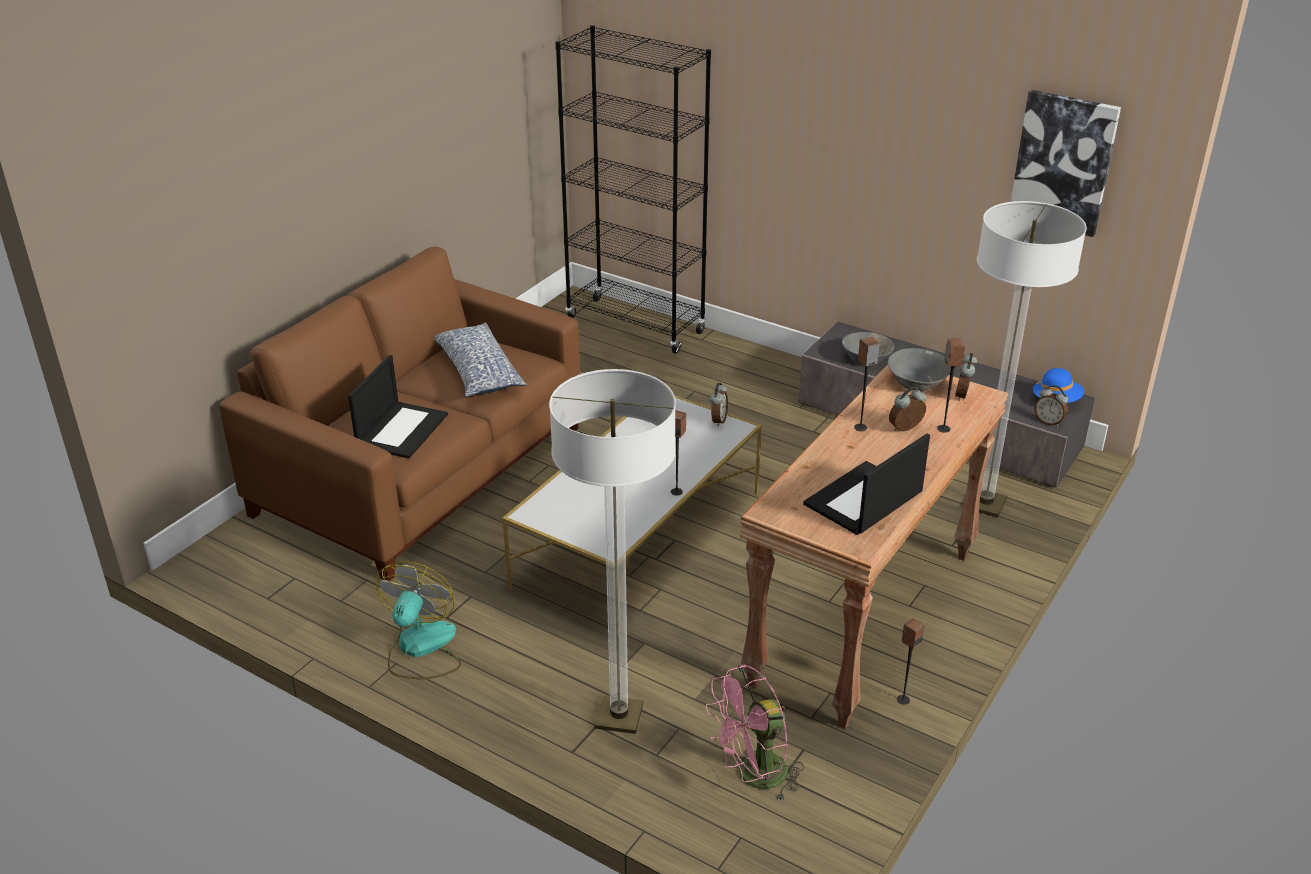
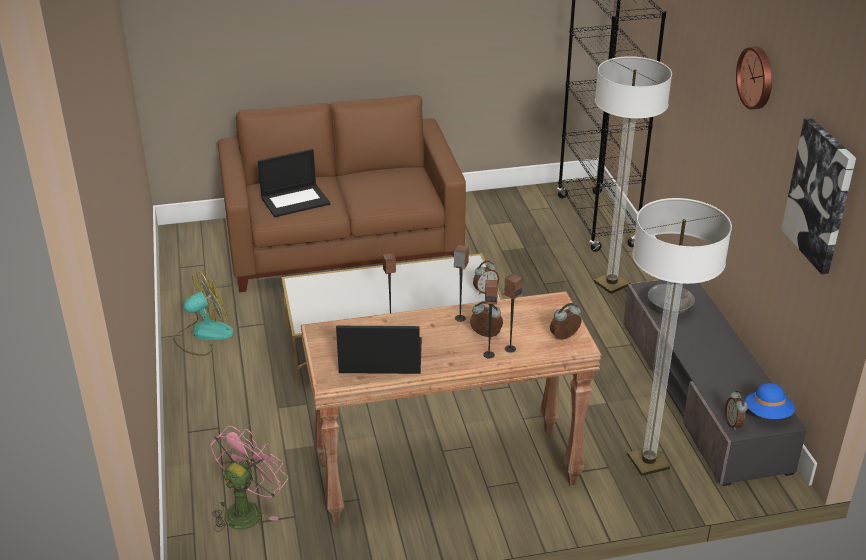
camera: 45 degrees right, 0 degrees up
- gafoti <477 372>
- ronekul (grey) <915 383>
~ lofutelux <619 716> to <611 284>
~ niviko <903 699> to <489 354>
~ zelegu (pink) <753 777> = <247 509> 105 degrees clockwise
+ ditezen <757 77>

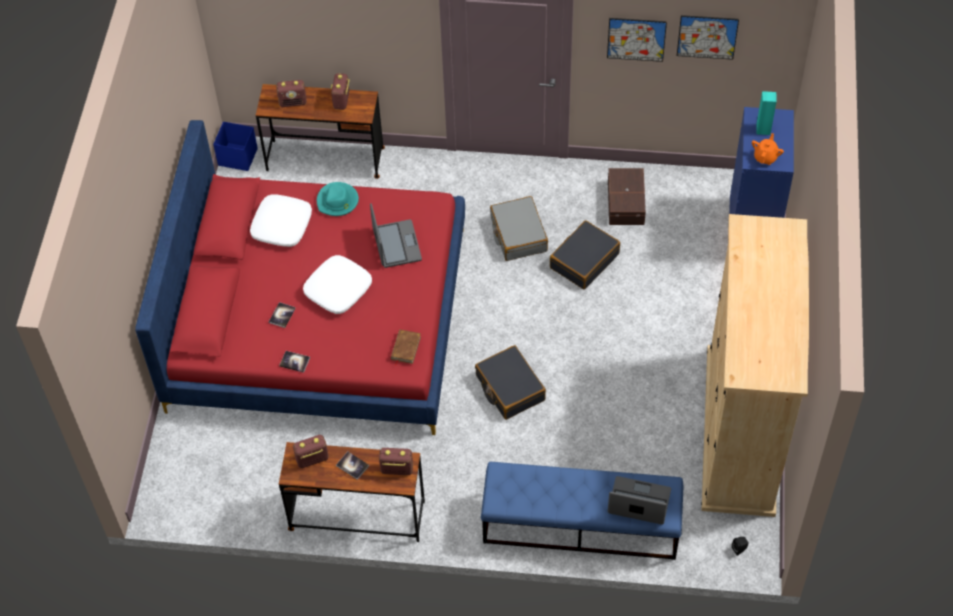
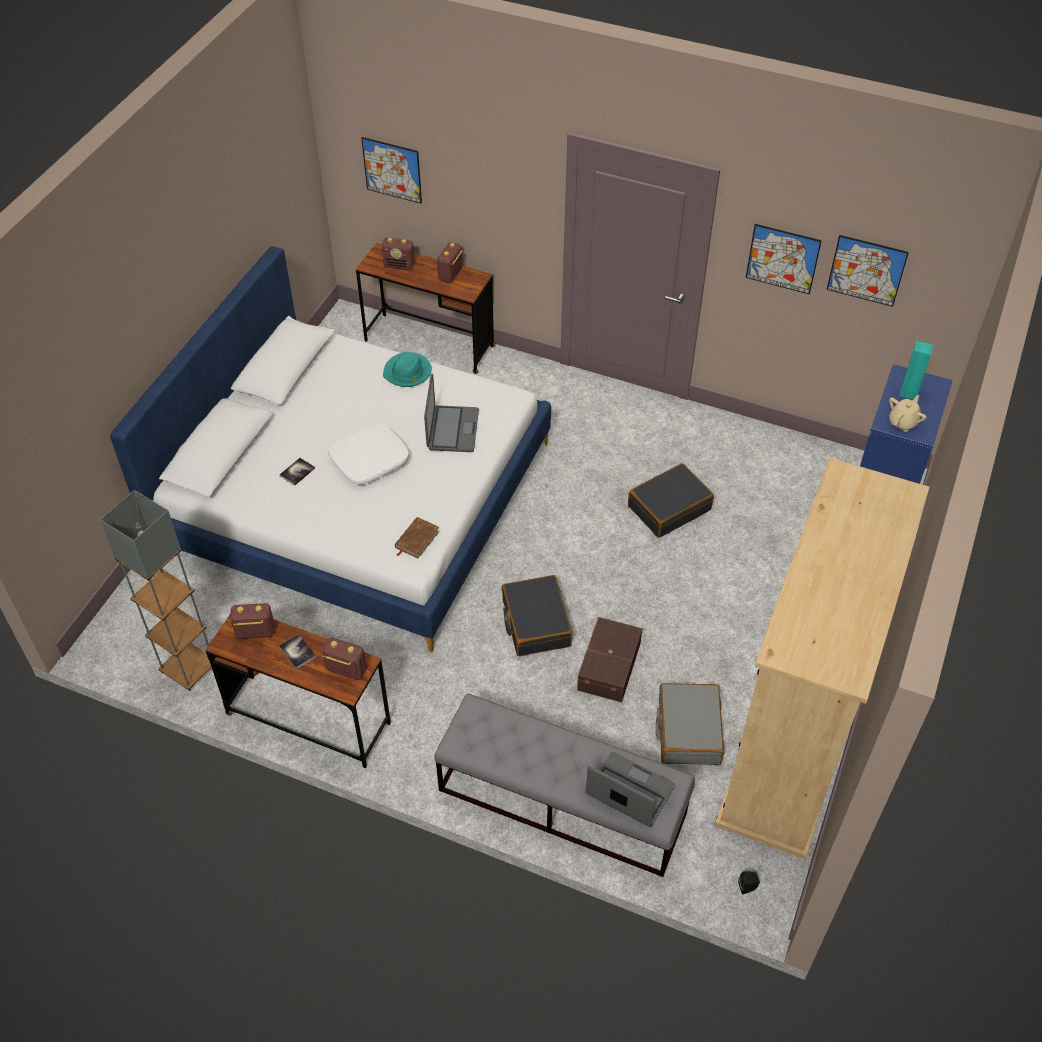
camera: 15 degrees right, 5 degrees down
~ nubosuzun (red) <319 317> to nubosuzun (white) <356 496>
- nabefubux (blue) <237 157>
~ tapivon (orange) <765 157> to tapivon (beige) <903 422>
~ nabefubux (brown) <626 202> to <610 666>
- gafoti (white) <281 225>
~ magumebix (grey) <518 235> to <688 731>
- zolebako <294 362>
~ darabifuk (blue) <580 525> to darabifuk (grey) <561 801>
+ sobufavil <392 170>
+ lofutelux (grey) <189 669>

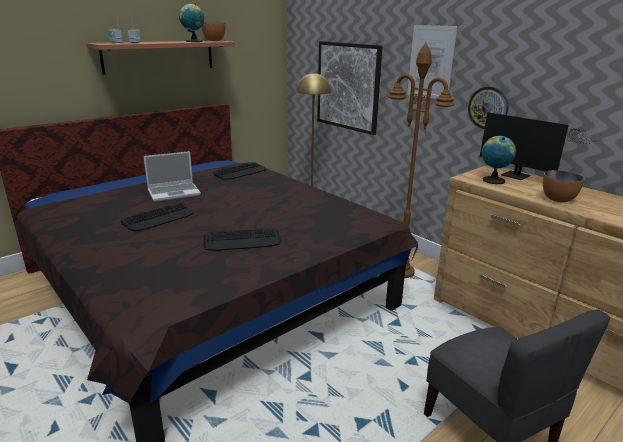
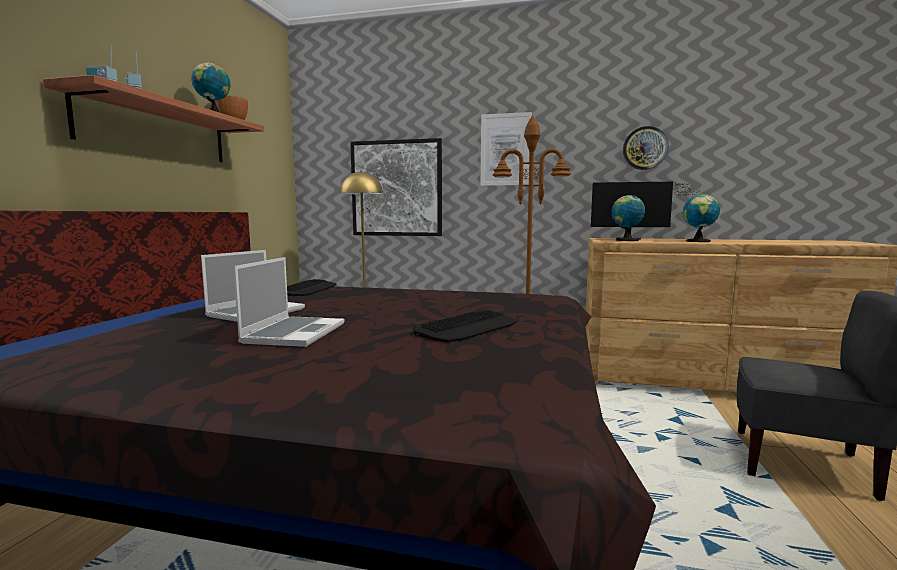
camera: 35 degrees left, 15 degrees down
~ ditezen <488 107> to <645 148>
~ ronekul <558 200> to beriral <699 241>
~ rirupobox <158 218> to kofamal <294 333>

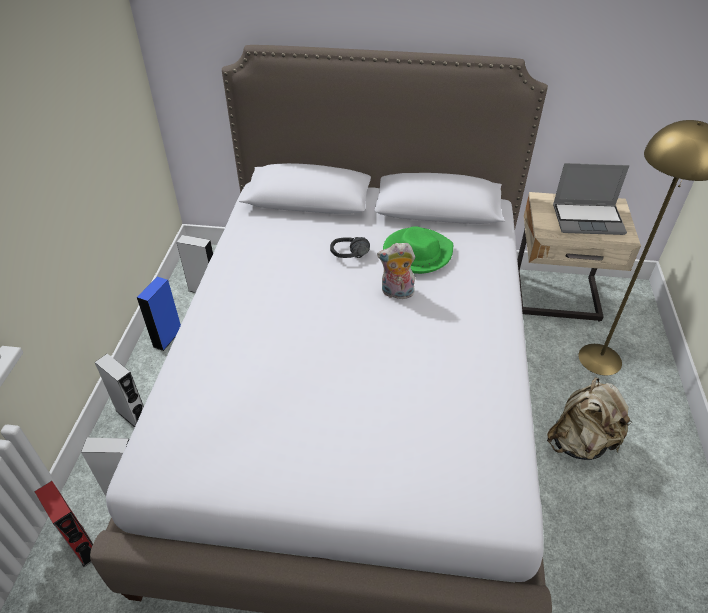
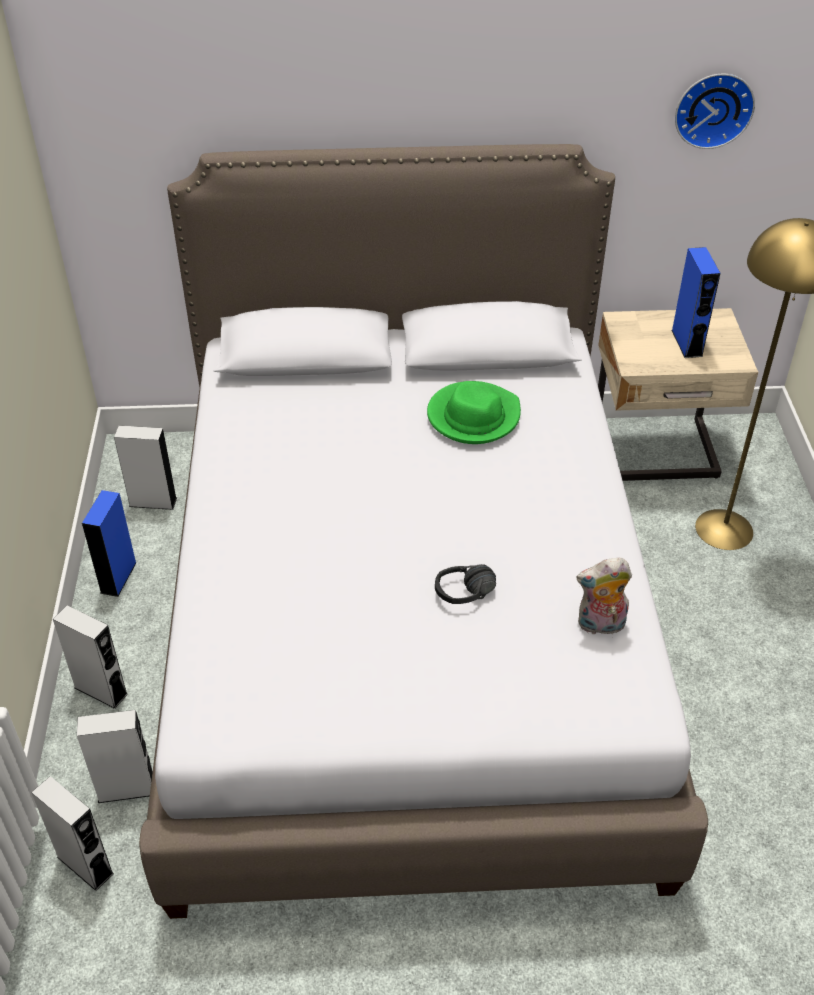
camera: 10 degrees left, 0 degrees up
~ kofamal <588 219> to niviko (blue) <687 343>
~ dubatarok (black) <350 257> to <468 599>
~ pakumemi <396 293> to <600 625>
- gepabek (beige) <580 442>
~ niviko (red) <82 545> to niviko (grey) <85 865>
+ ditezen <713 108>

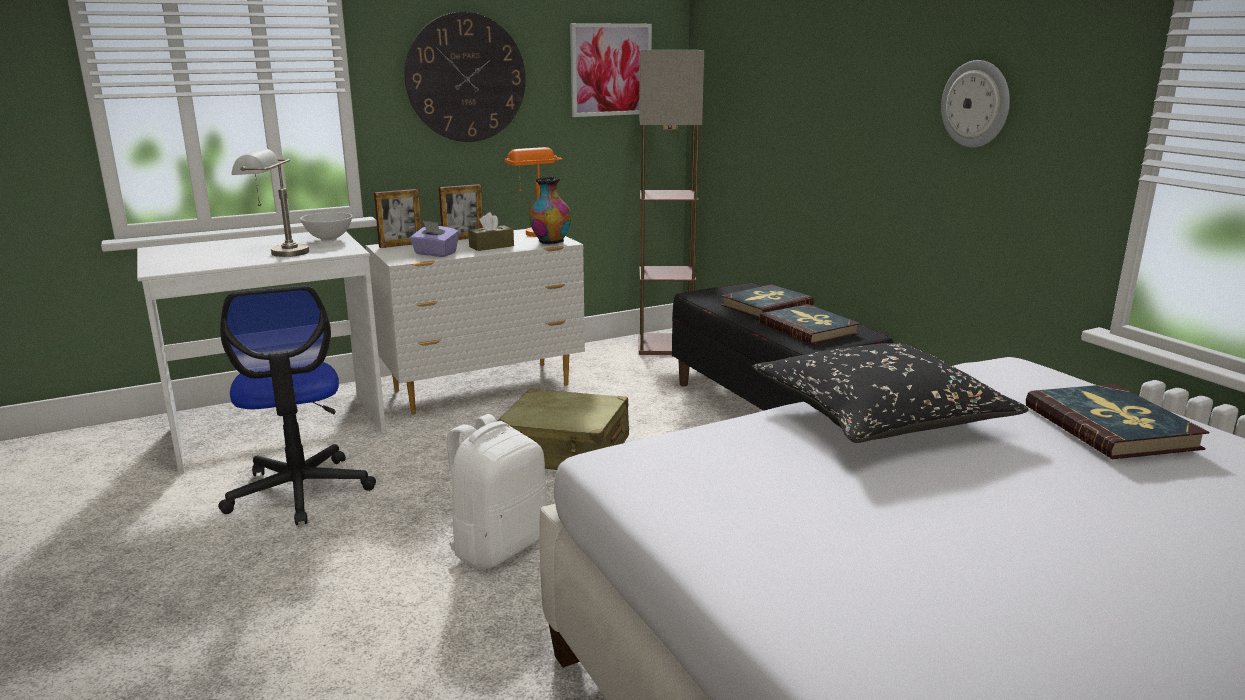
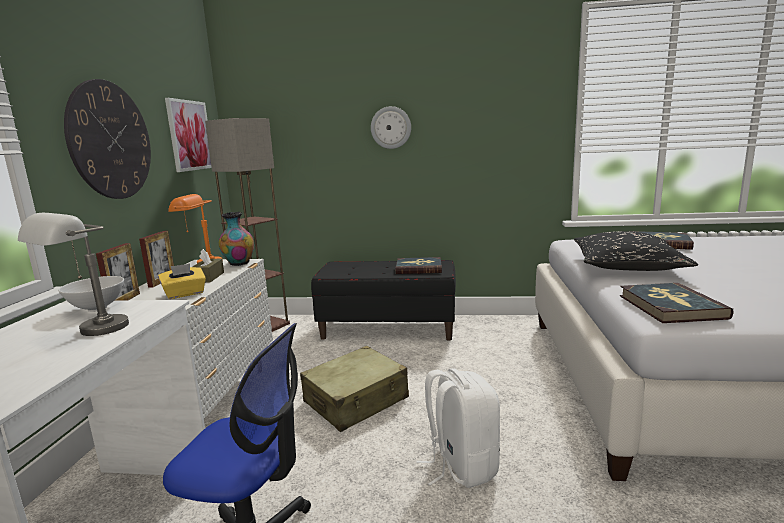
camera: 55 degrees left, 5 degrees down
~ ditezen <976 104> to <391 127>
~ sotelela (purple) <435 254> to sotelela (yellow) <185 294>
~ zolebako <766 306> to <670 306>

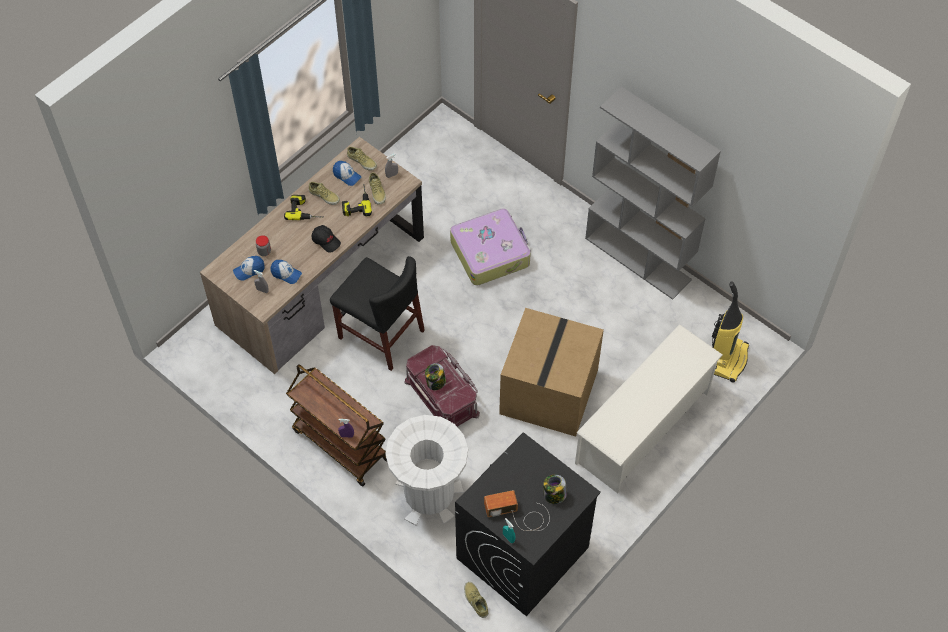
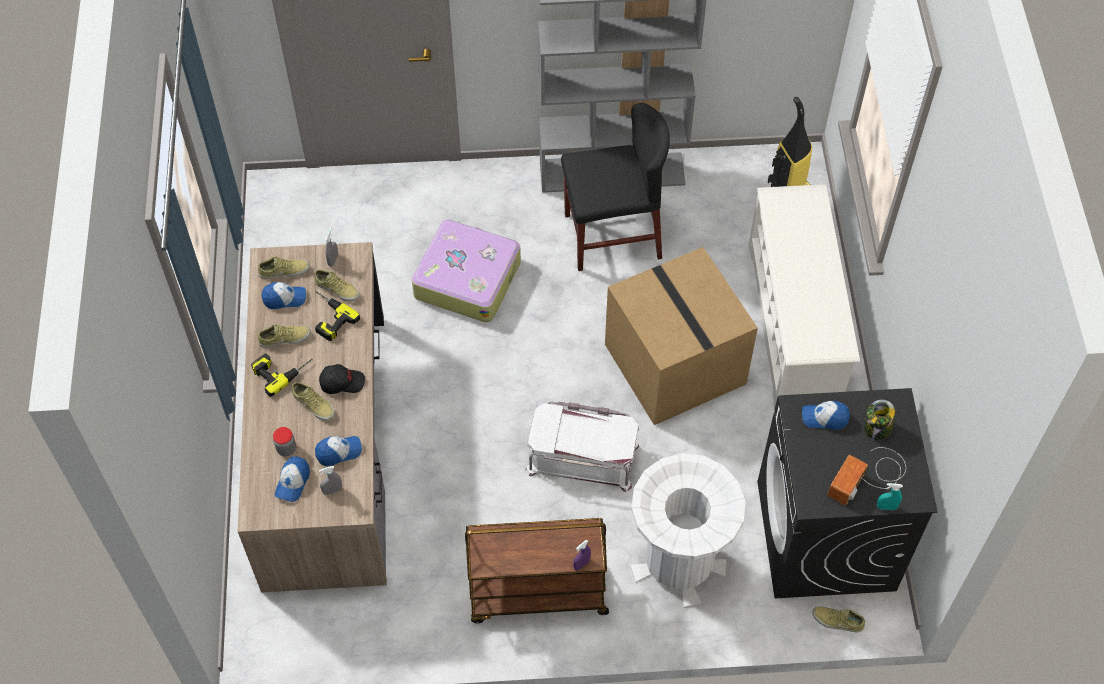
camera: 45 degrees left, 0 degrees up
~ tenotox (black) <381 334> to <612 236>
~ nabefubux (red) <442 397> to nabefubux (white) <582 456>
- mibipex <436 382>
+ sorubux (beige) <314 404>
+ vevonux <824 418>

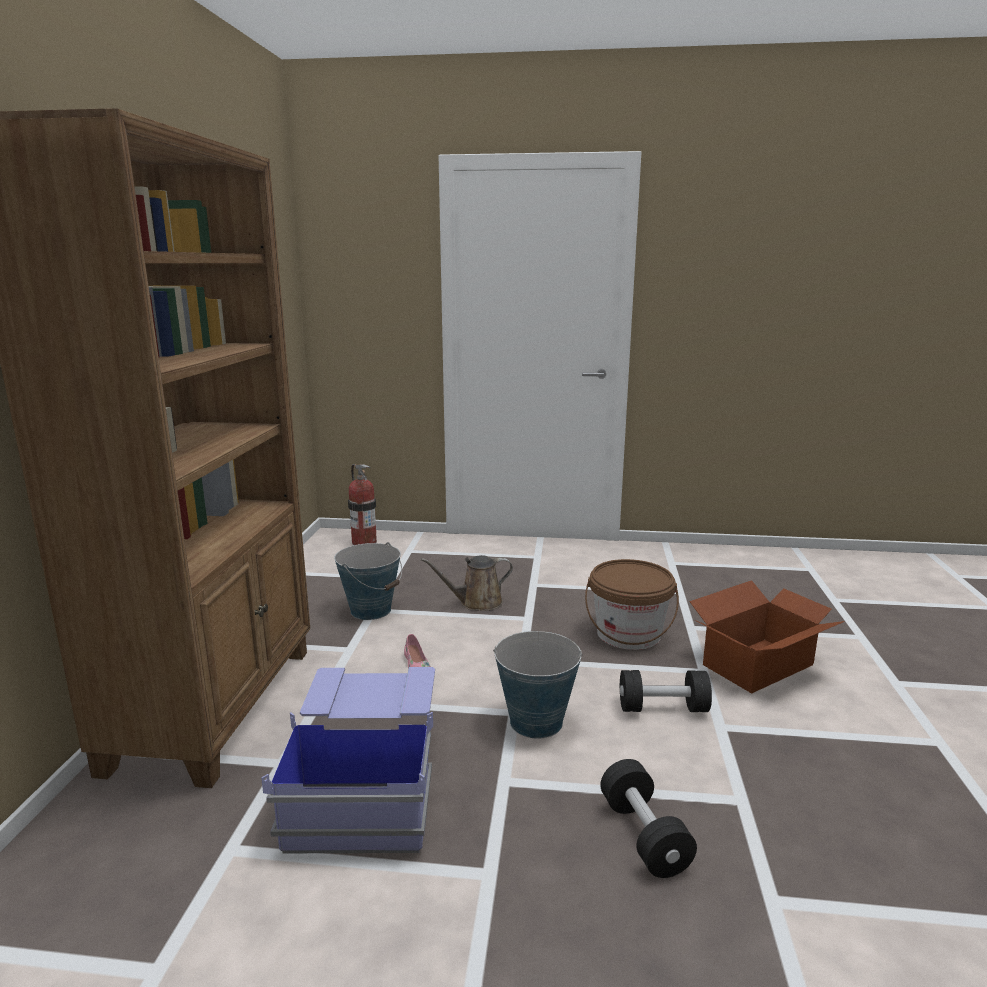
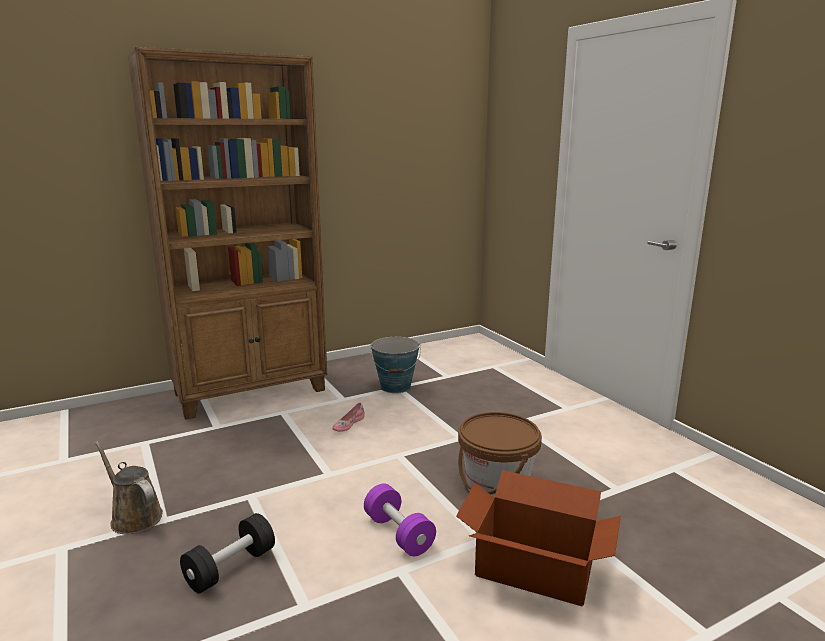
camera: 55 degrees right, 0 degrees up
- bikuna <364 542>
~ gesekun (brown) <476 602> to <134 517>
- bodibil <535 721>
- nabefubux (blue) <367 785>
~ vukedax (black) <663 708> to vukedax (purple) <398 533>

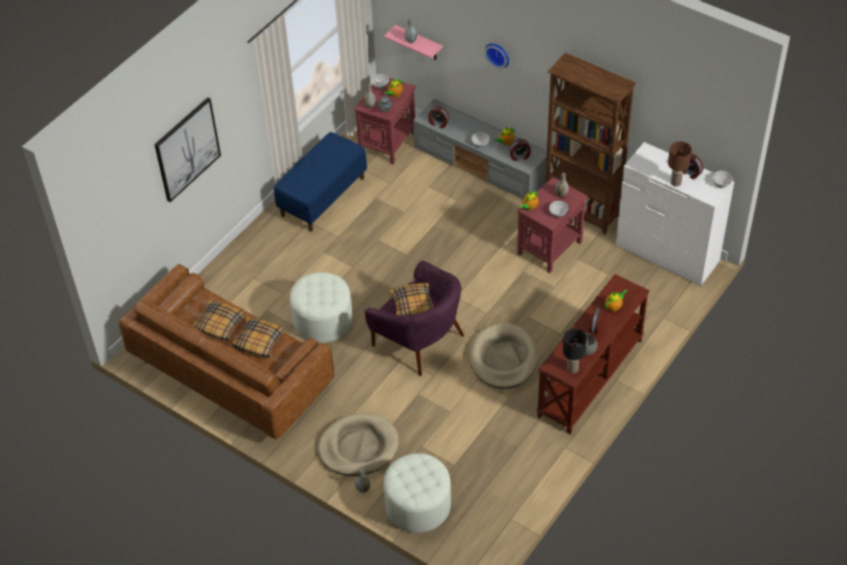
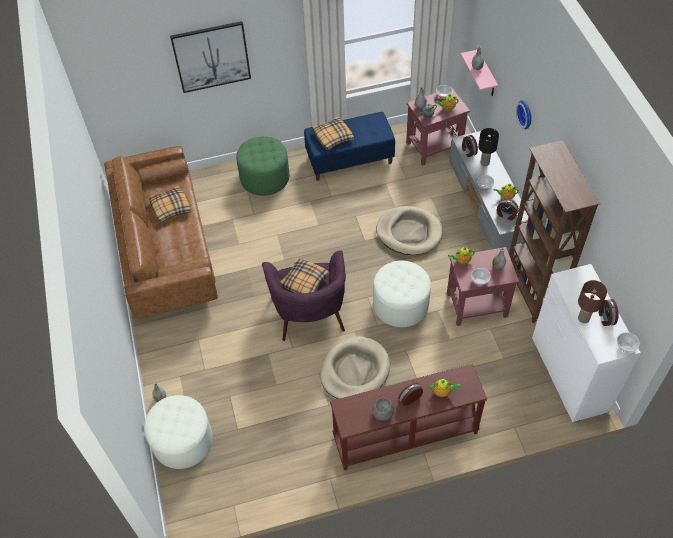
camera: 40 degrees right, 5 degrees up
~ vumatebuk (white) <323 320> to <400 304>
~ gafoti <258 341> to <332 137>
~ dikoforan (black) <572 369> to <484 162>
~ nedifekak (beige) <358 447> to <409 232>
+ vumatebuk (green) <265 177>

